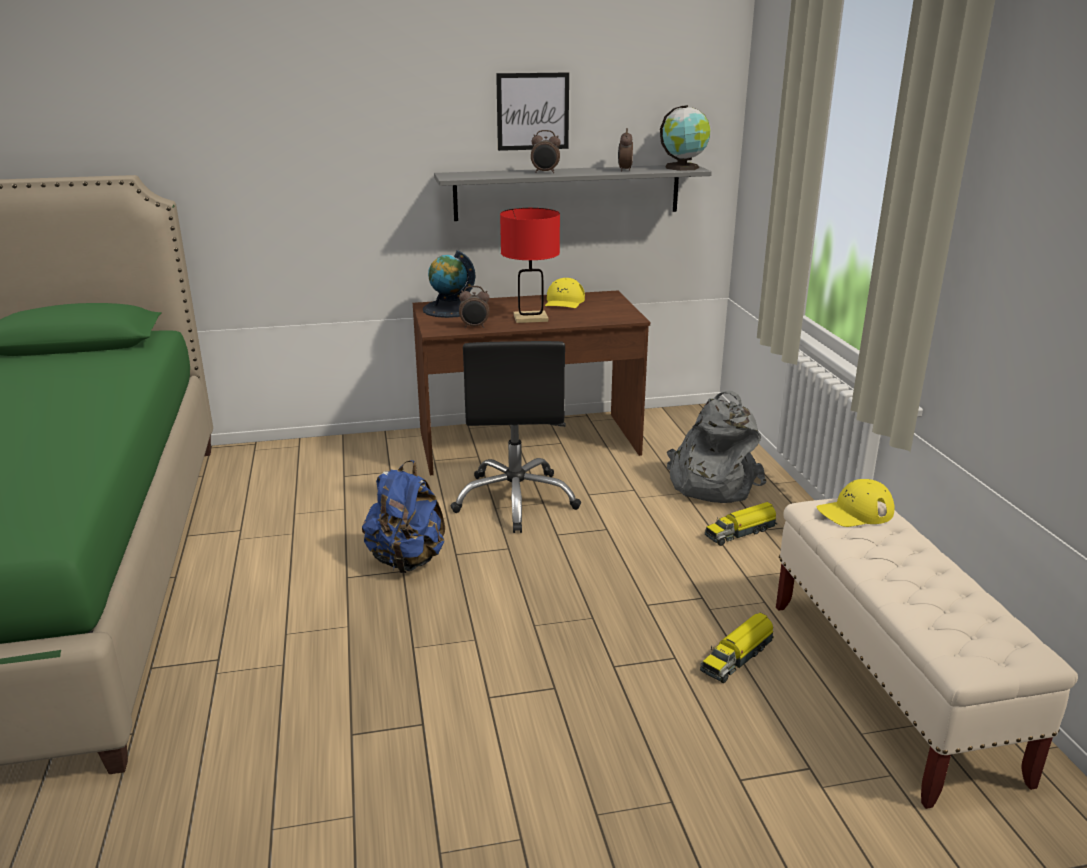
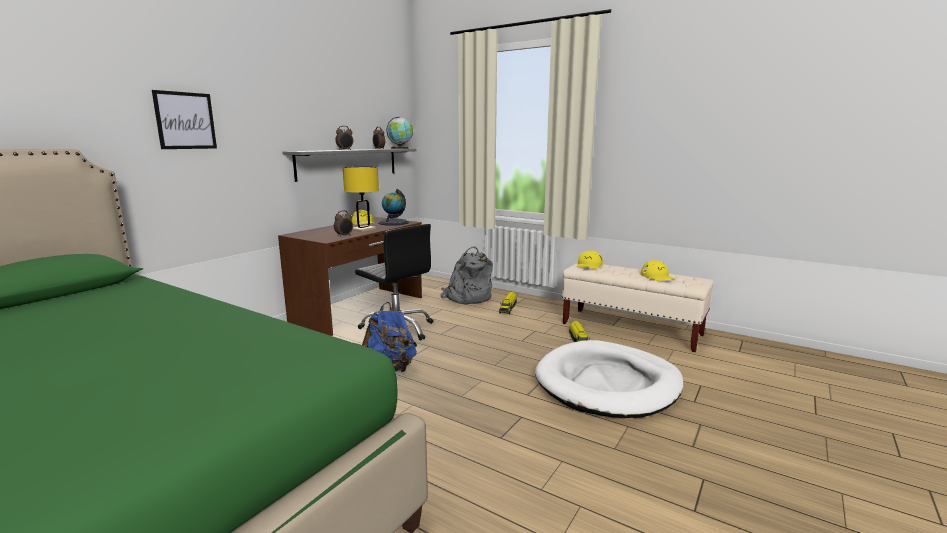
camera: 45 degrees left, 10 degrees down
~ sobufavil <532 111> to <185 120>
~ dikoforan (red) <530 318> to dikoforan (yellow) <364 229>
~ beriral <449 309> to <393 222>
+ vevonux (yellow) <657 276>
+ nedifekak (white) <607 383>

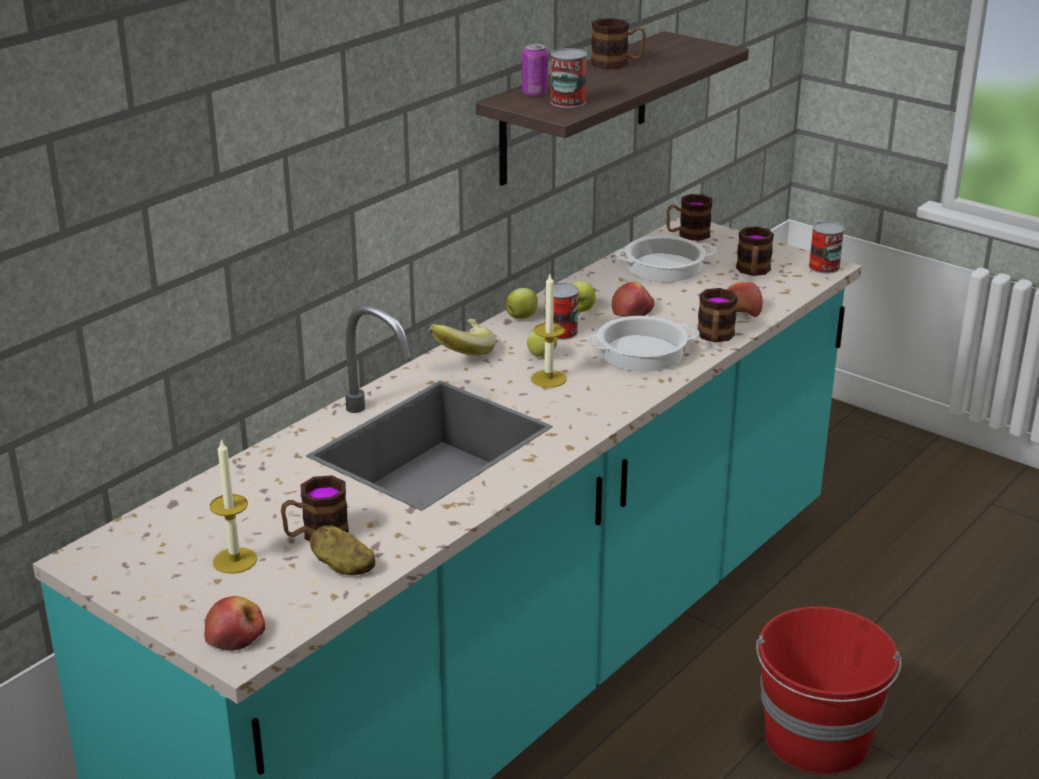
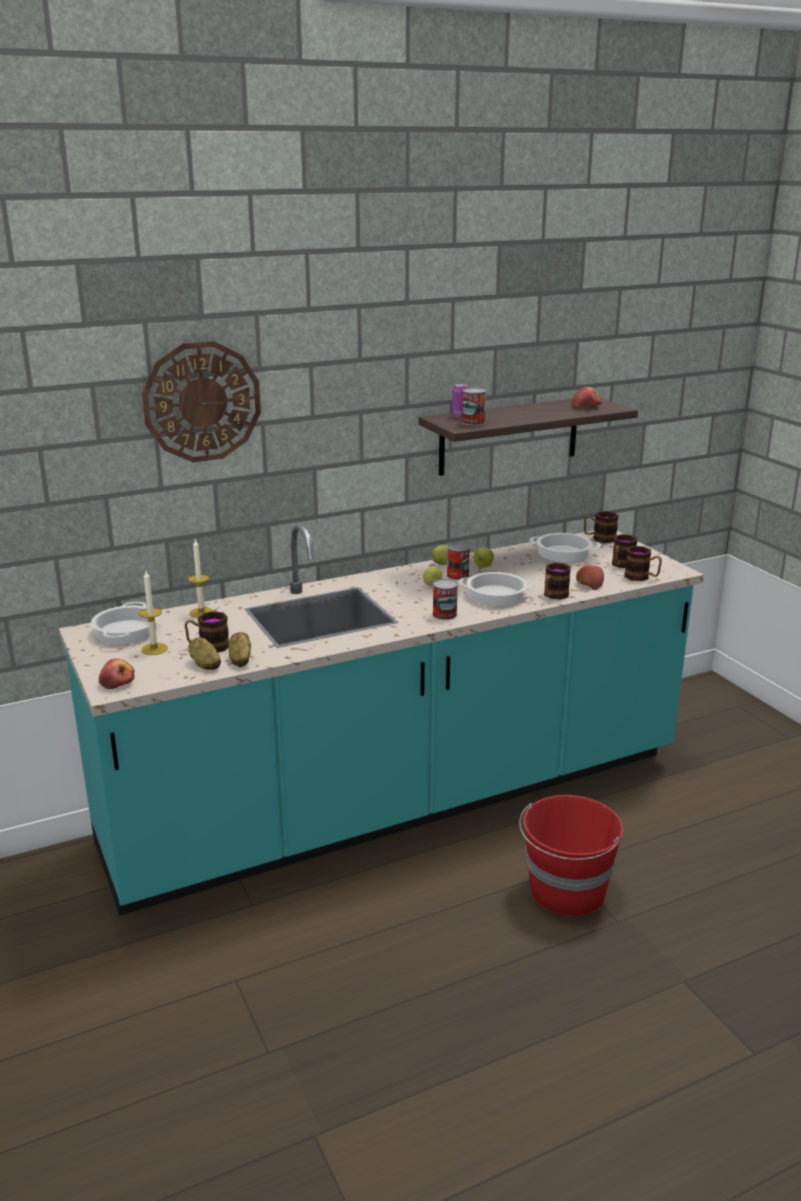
camera: 25 degrees right, 5 degrees down
~ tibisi <617 64> to <641 577>
~ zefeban <824 267> to <444 614>
~ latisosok <548 379> to <201 612>
~ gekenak <633 310> to <586 407>
- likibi <460 352>
+ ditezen <202 402>
+ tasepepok <127 631>
+ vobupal <240 660>

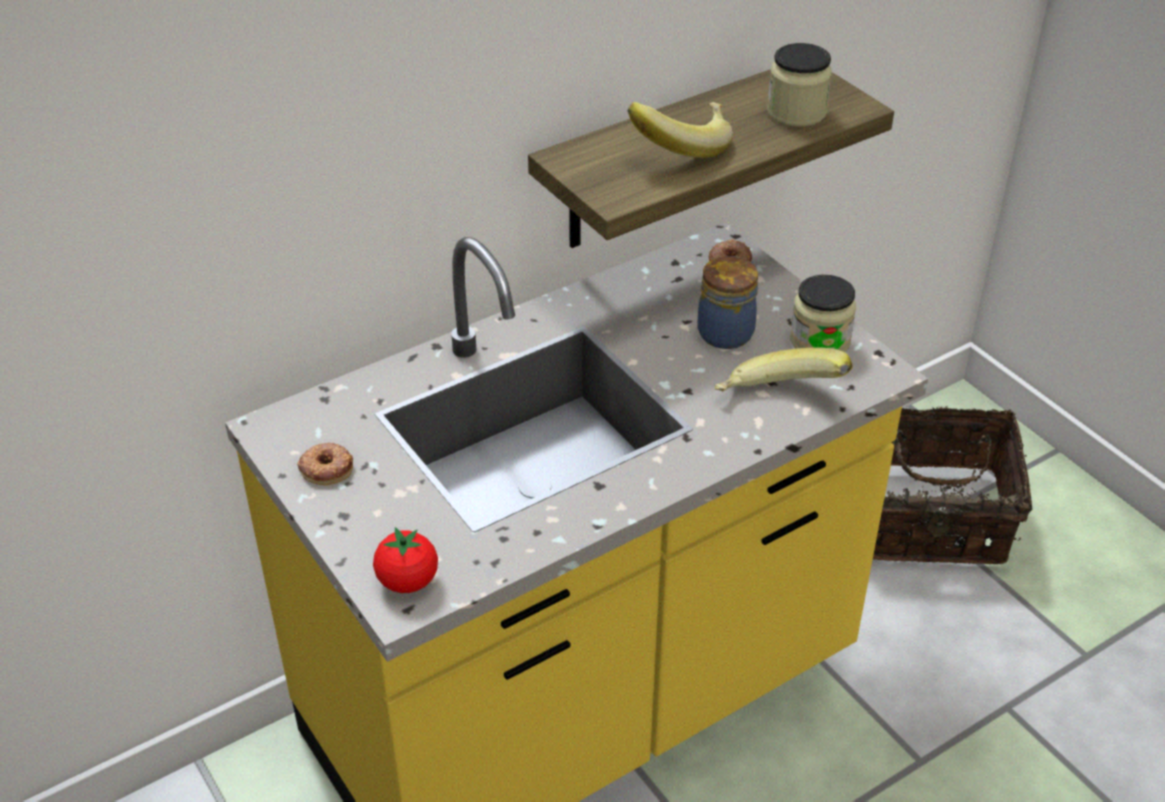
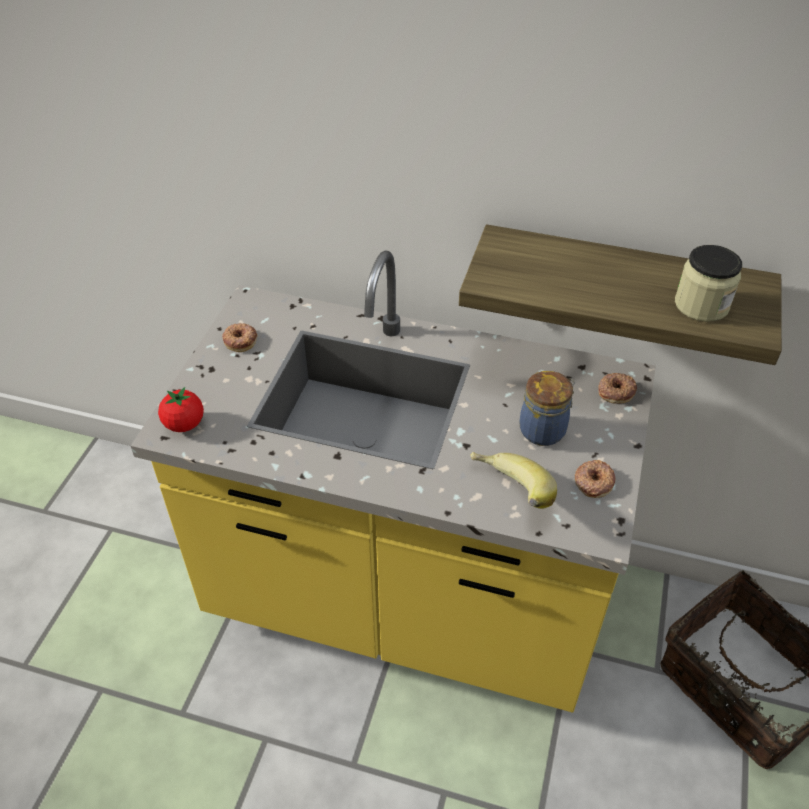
camera: 50 degrees right, 5 degrees up
- likibi <681 146>
~ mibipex <820 341> to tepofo <593 481>

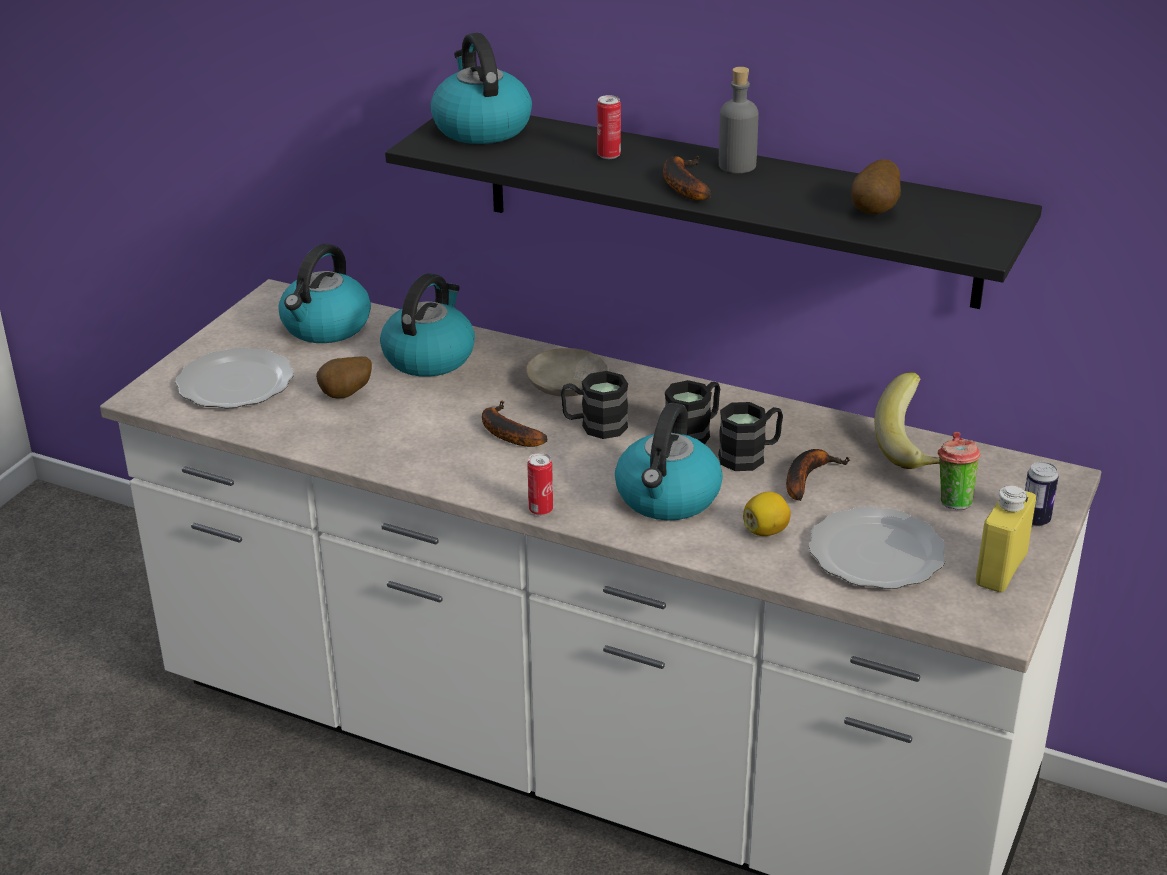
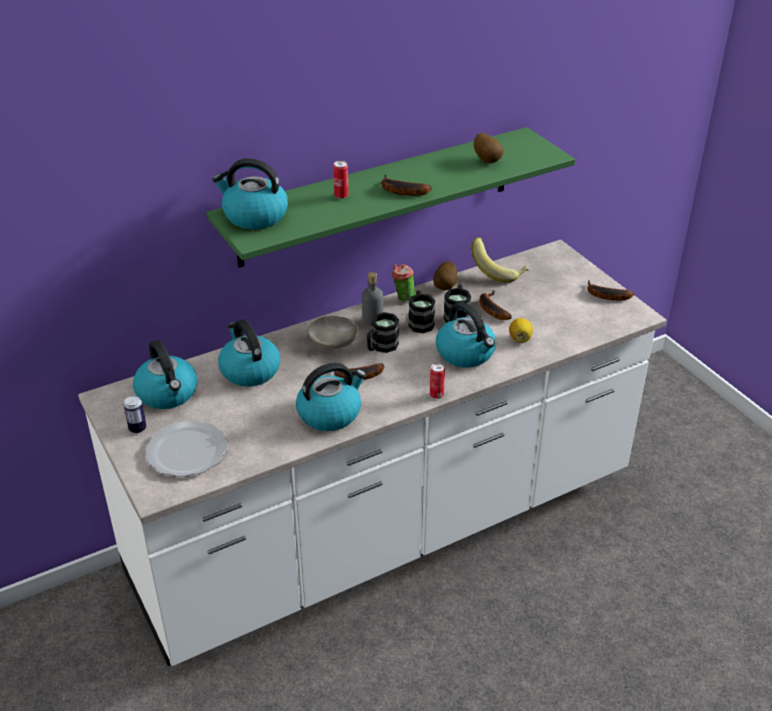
camera: 55 degrees left, 5 degrees up
~ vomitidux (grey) <737 165> to <372 320>
~ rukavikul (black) <726 204> to rukavikul (green) <377 196>
~ vobupal <346 396> to <445 287>
~ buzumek <952 501> to <402 298>
~ zefeban <1035 520> to <137 429>
~ vomitidux (yellow) <1001 570> to likibi <605 296>
- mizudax <877 554>
+ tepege <330 413>

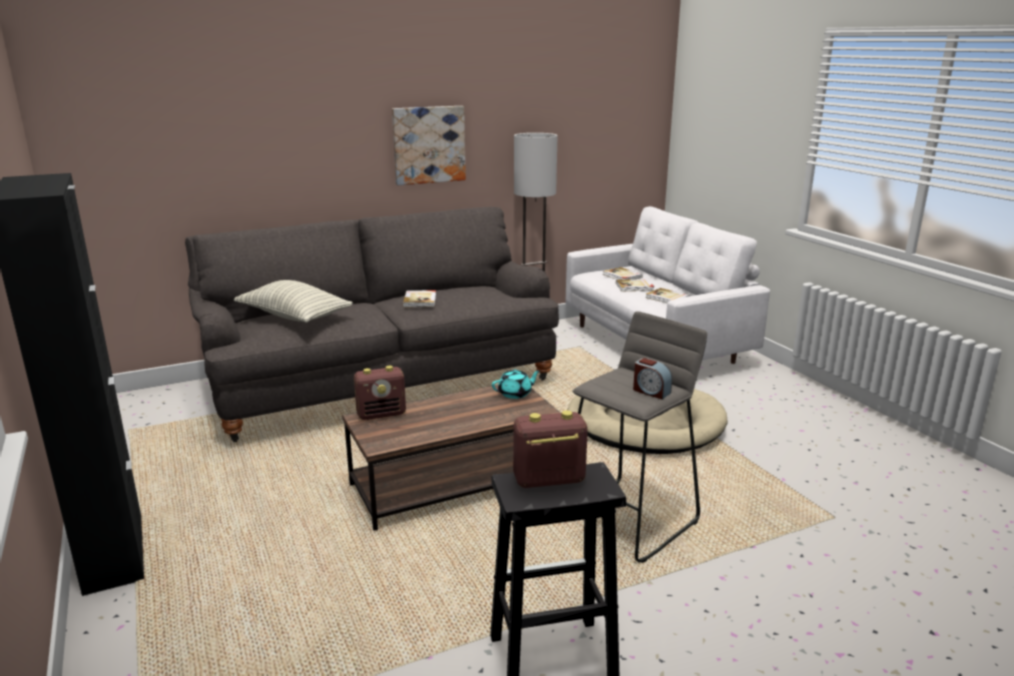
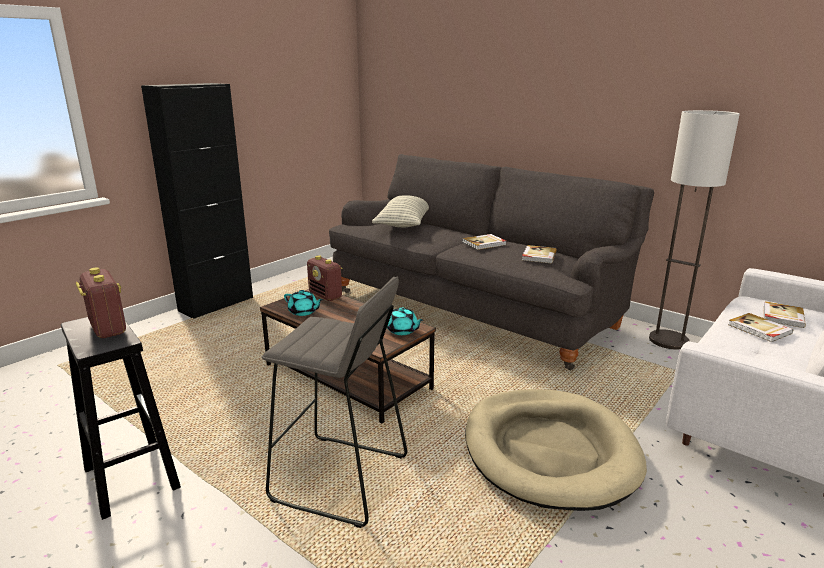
camera: 65 degrees right, 0 degrees up
- sobufavil <428 145>
~ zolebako <667 298> to <538 256>
- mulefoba <651 391>
+ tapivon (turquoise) <303 312>

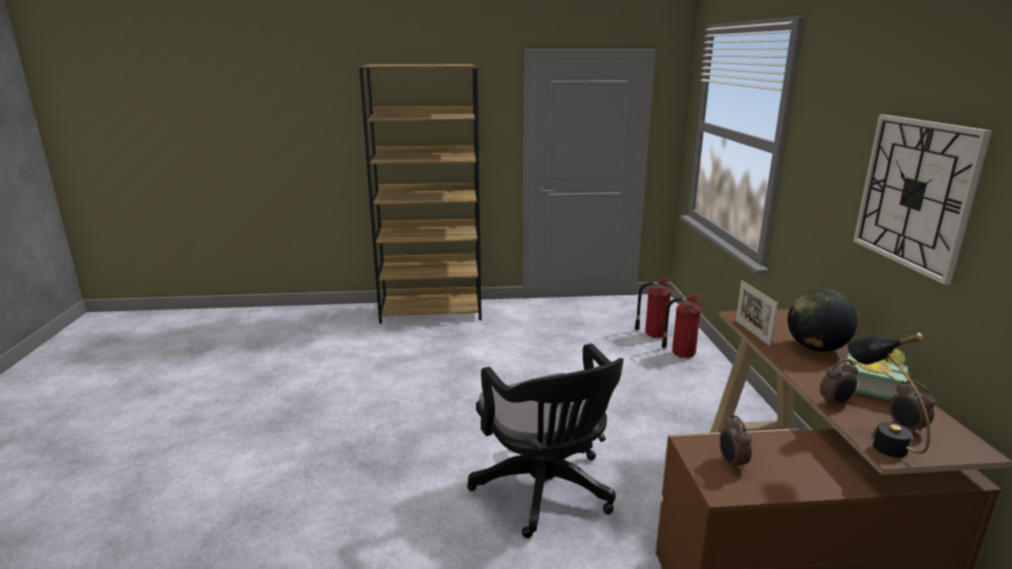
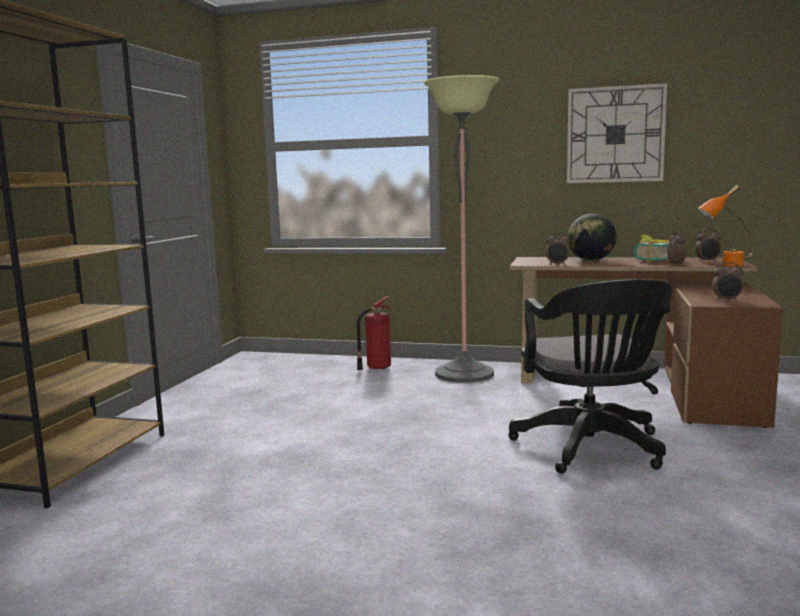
camera: 70 degrees left, 10 degrees down
- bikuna <654 334>
~ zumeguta <752 332> to mulefoba <557 264>
~ dikoforan (black) <876 440> to dikoforan (orange) <723 265>
~ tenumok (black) <546 492> = <592 449> 90 degrees clockwise
+ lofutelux <464 374>

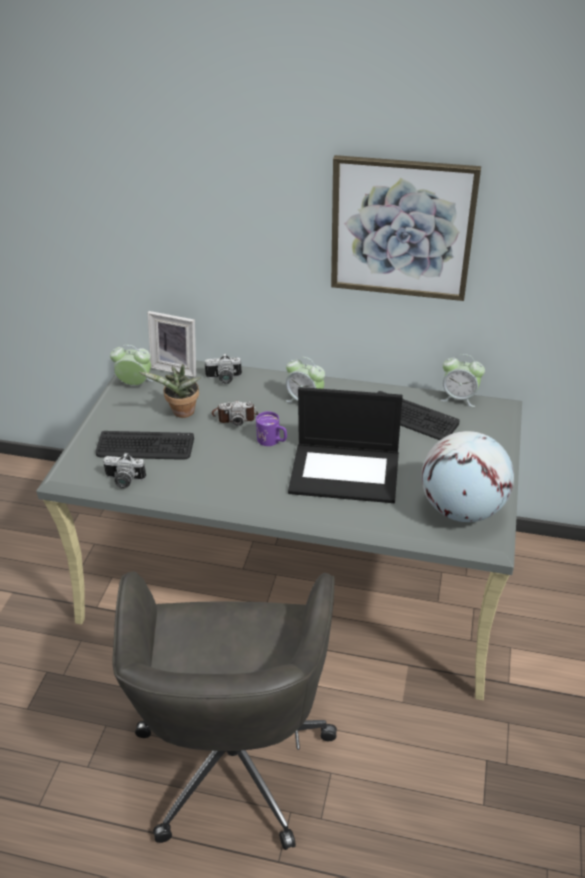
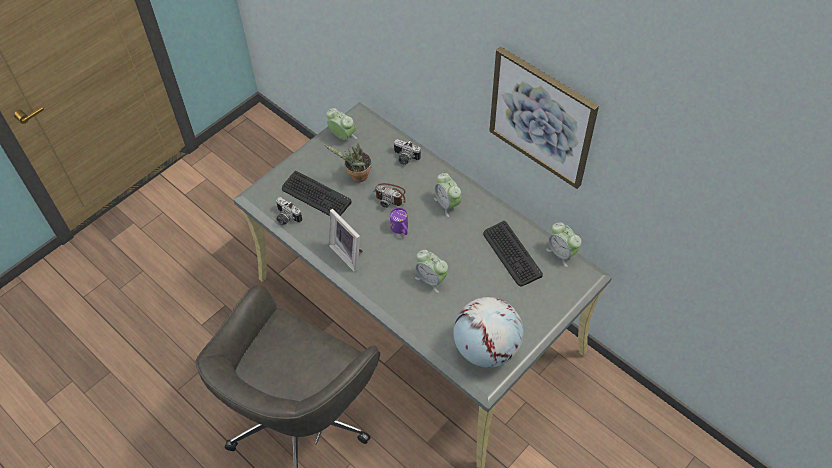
camera: 30 degrees right, 15 degrees up
~ zumeguta <177 367> to <349 253>
~ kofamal <346 472> to mulefoba <431 279>

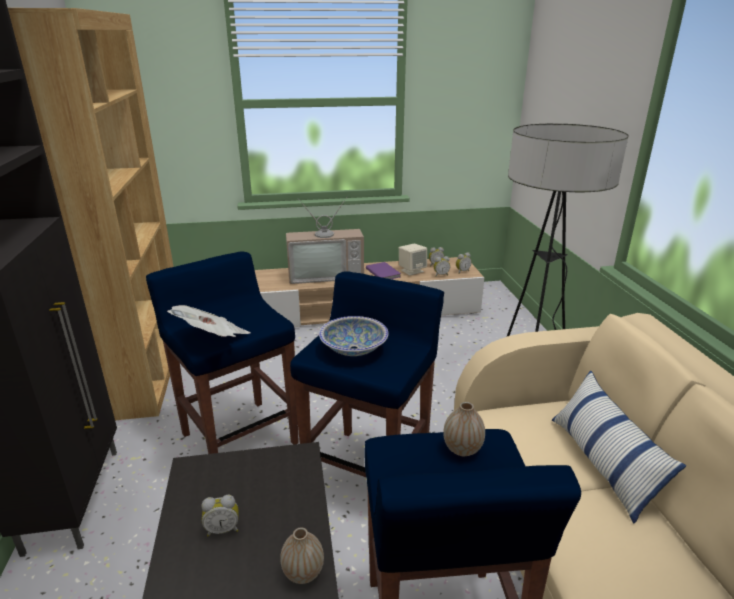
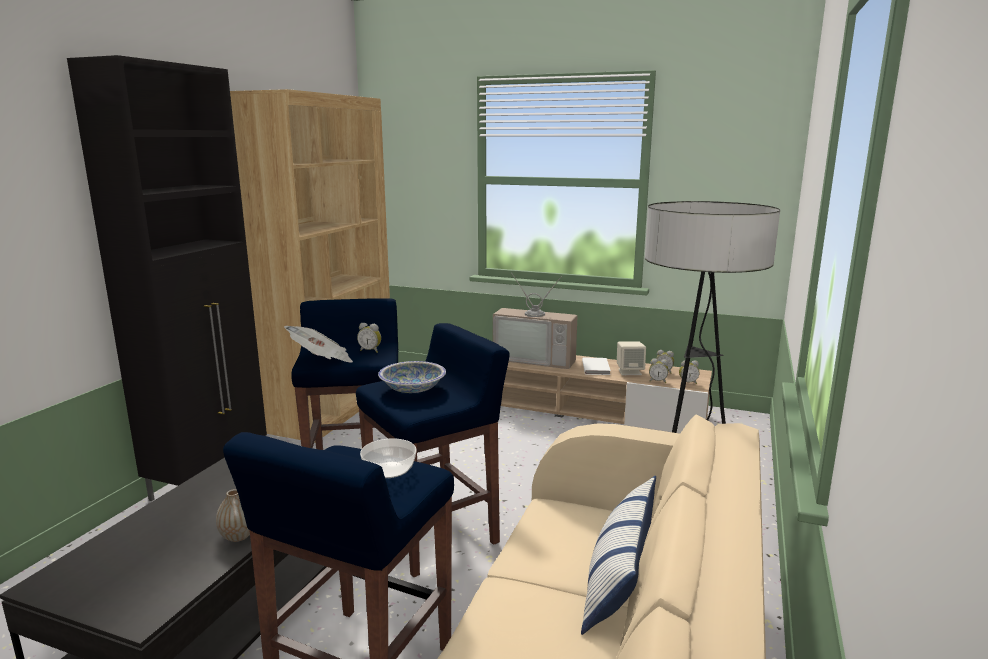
camera: 30 degrees right, 10 degrees down
~ zolebako (purple) <383 272> to zolebako (white) <596 367>
~ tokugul <462 449> to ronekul <390 470>
~ mulefoba <223 529> to <370 350>

